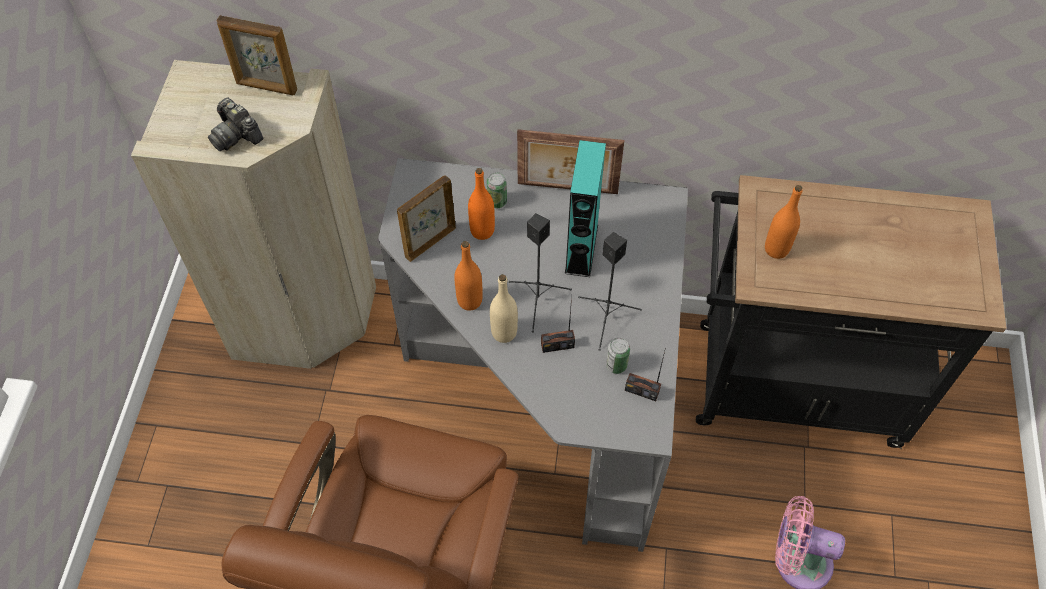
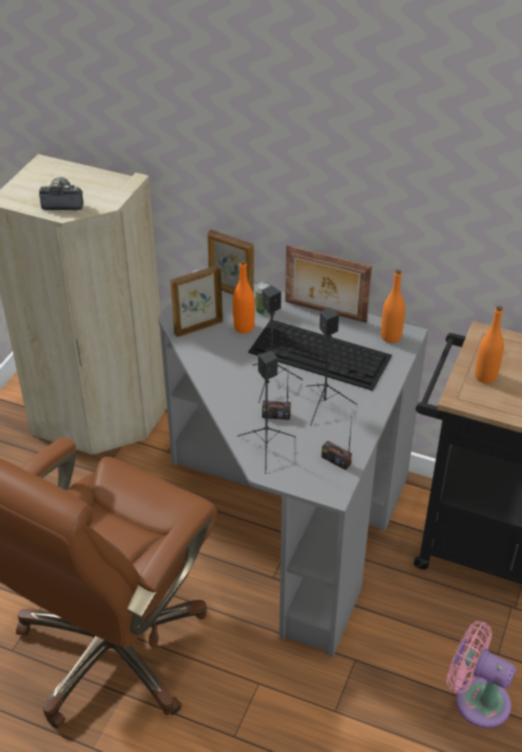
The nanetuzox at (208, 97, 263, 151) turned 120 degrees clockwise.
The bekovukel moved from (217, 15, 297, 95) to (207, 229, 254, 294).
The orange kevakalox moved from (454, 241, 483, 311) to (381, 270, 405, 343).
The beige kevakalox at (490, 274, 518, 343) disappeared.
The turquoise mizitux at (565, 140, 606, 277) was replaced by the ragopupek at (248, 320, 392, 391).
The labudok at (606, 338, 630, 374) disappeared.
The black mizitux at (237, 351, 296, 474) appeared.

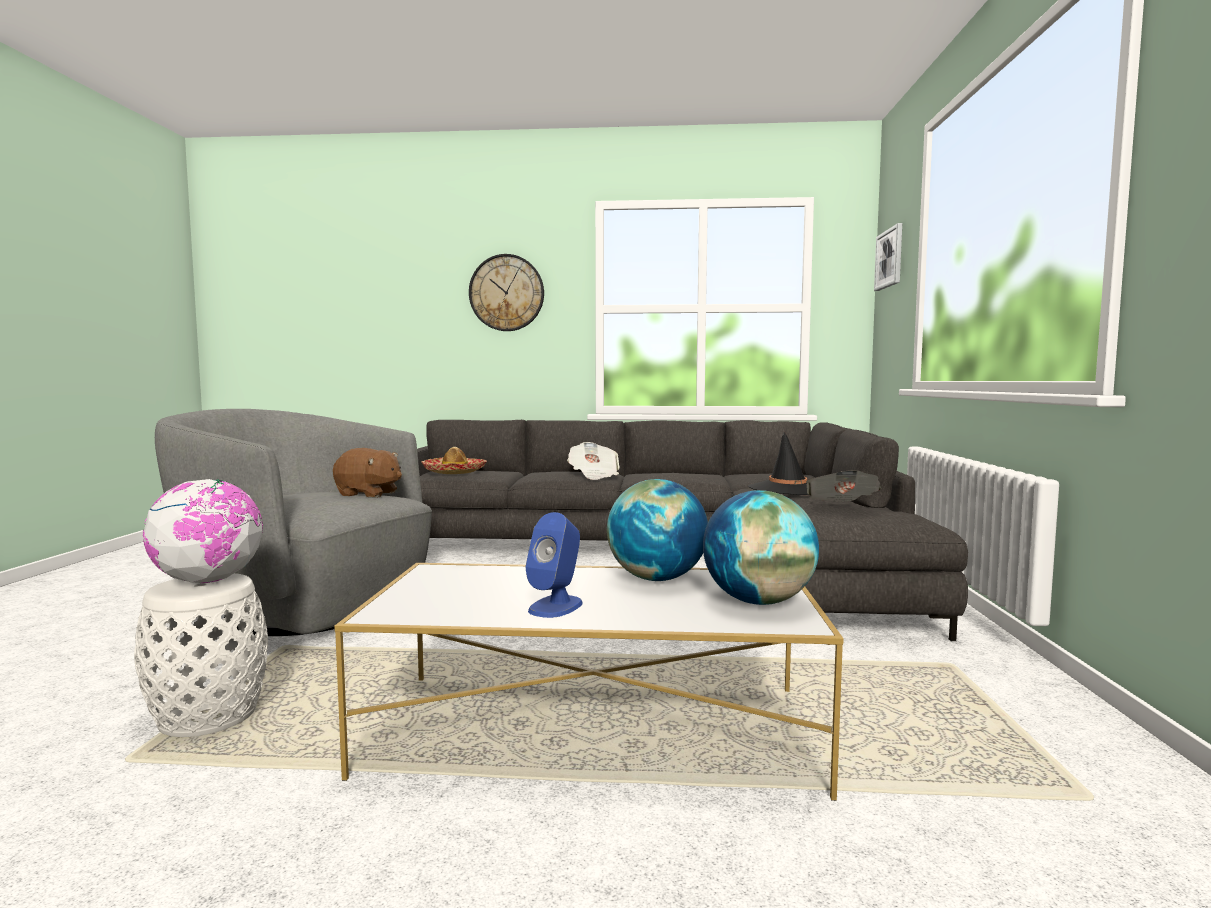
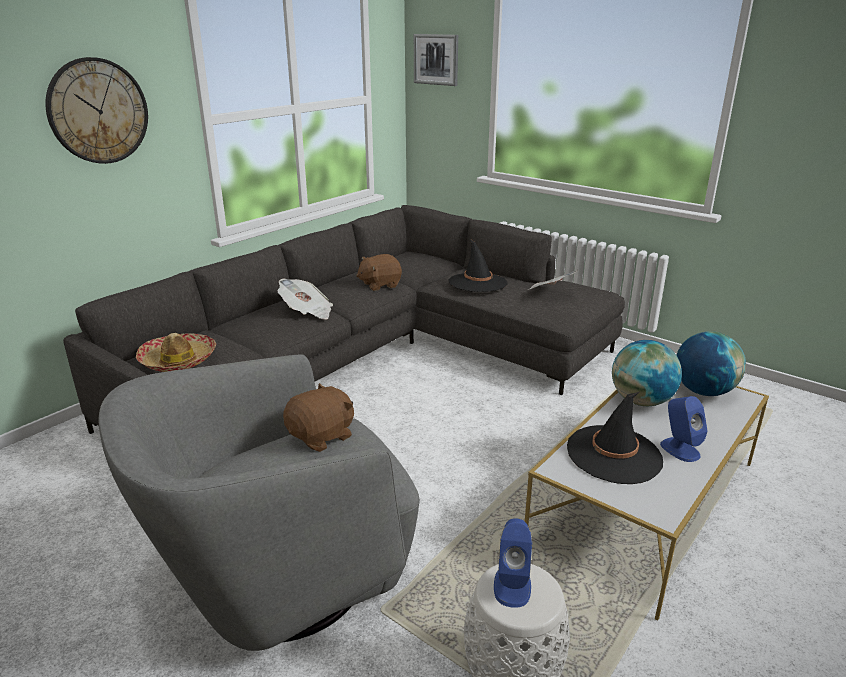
The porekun at (143, 479, 263, 583) was replaced by the blue mizitux at (494, 518, 532, 608).
The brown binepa at (356, 254, 402, 291) appeared.
The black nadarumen at (567, 392, 663, 484) appeared.

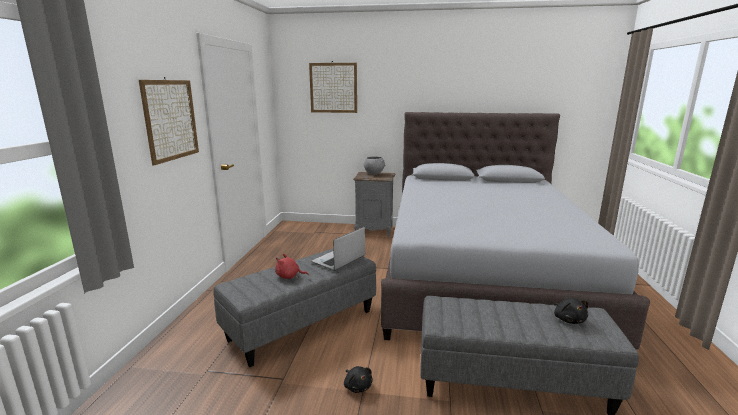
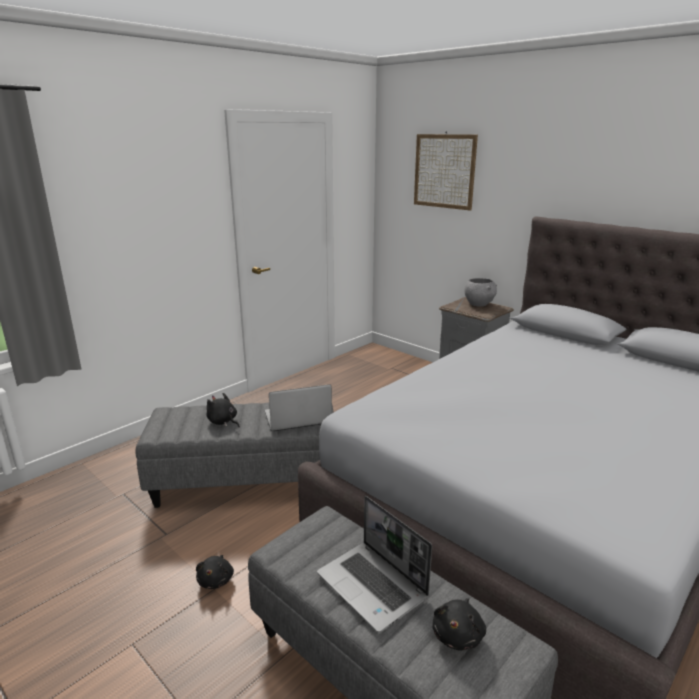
The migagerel at (139, 77, 199, 165) disappeared.
The red binepa at (275, 254, 309, 279) became the black binepa at (206, 393, 240, 427).
The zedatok at (317, 496, 432, 632) appeared.

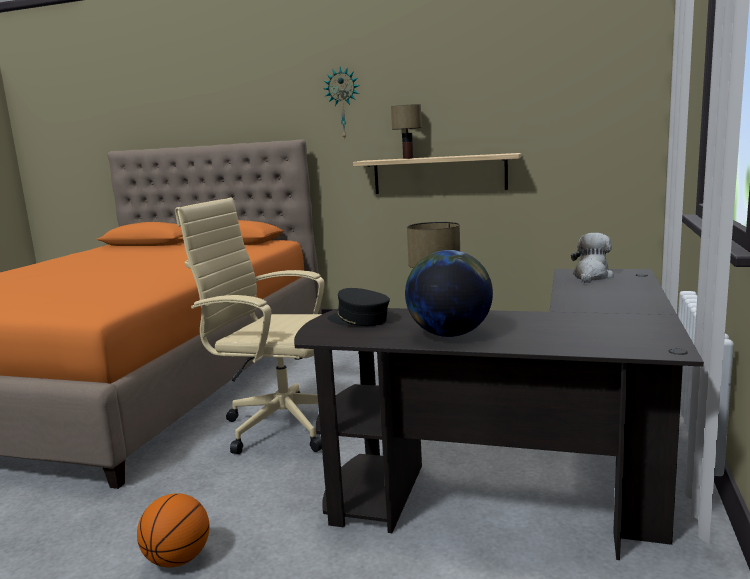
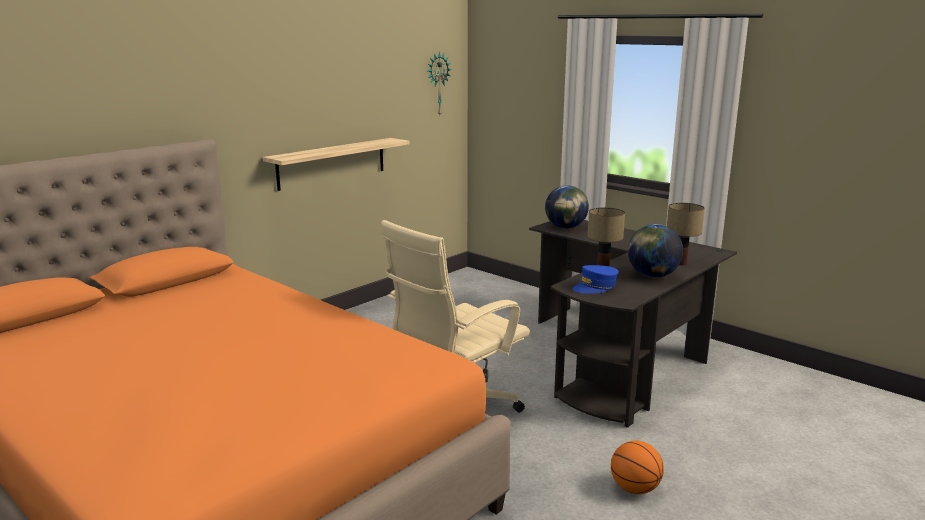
The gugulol moved from (324, 67, 360, 139) to (428, 52, 452, 115).
The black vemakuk at (327, 288, 390, 326) became the blue vemakuk at (572, 265, 619, 294).
The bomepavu moved from (391, 104, 422, 159) to (667, 203, 705, 265).
The binepa at (571, 233, 614, 283) was replaced by the porekun at (545, 185, 589, 229).

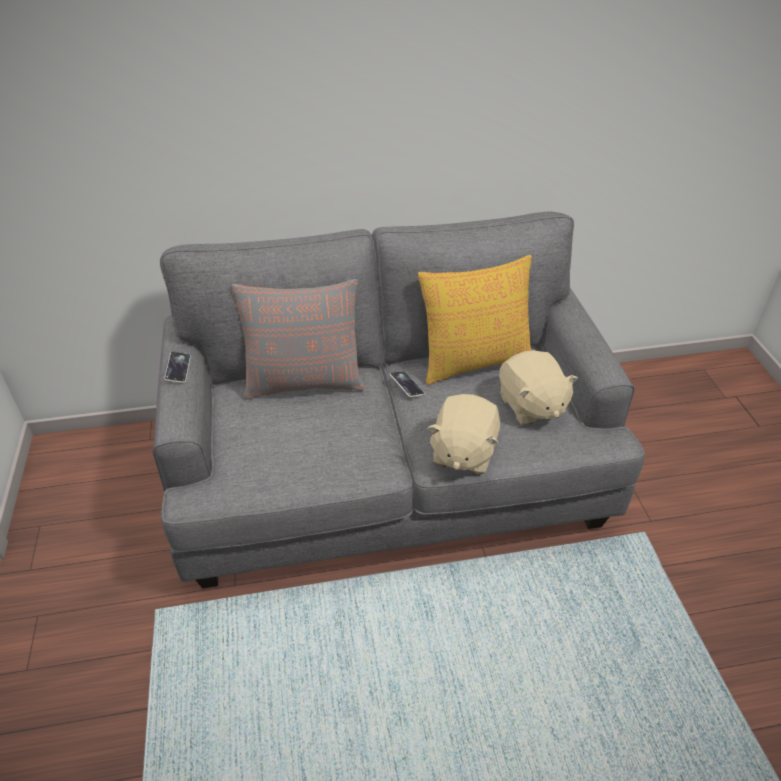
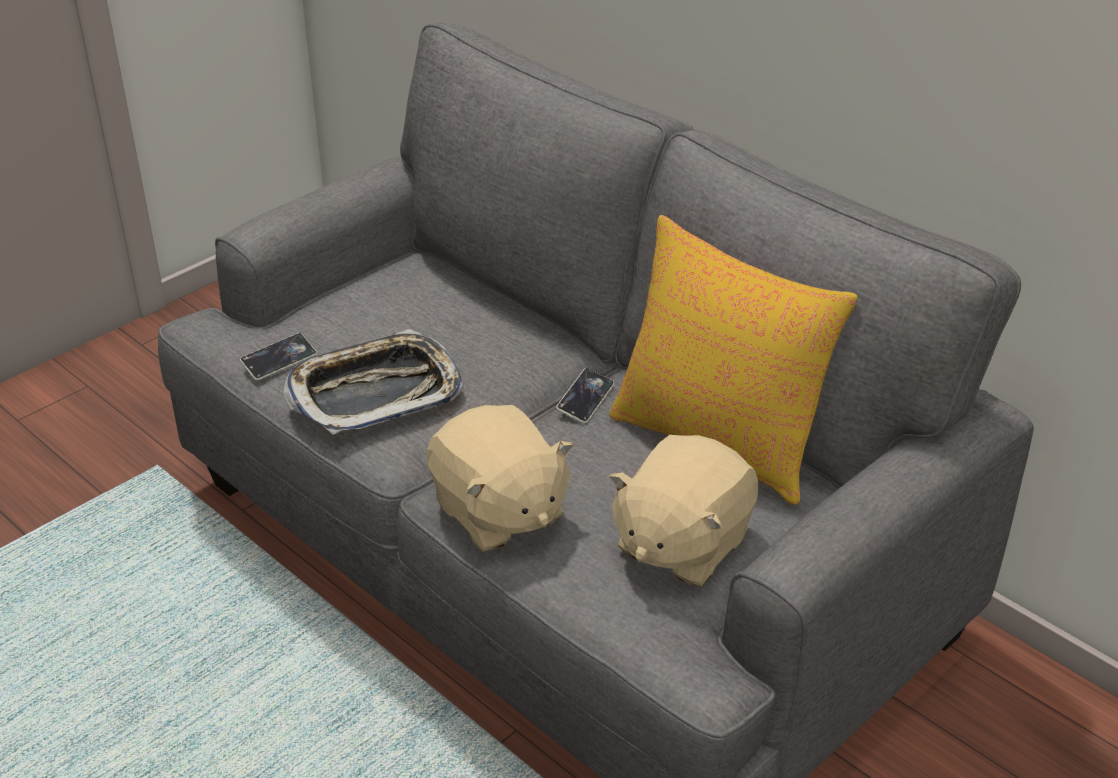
The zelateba moved from (164, 352, 191, 383) to (240, 333, 317, 381).
The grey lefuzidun at (231, 279, 365, 400) disappeared.
The beige binepa at (427, 394, 500, 474) turned 105 degrees counterclockwise.
The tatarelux at (283, 329, 464, 435) appeared.

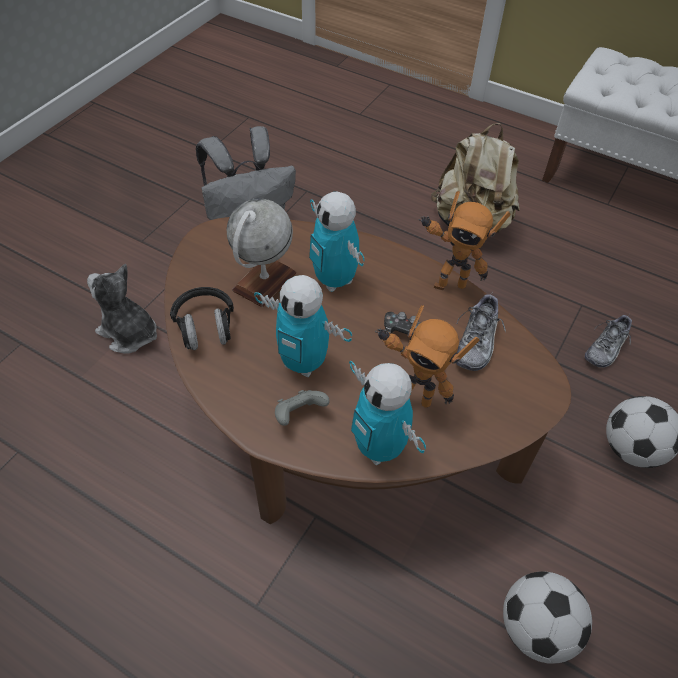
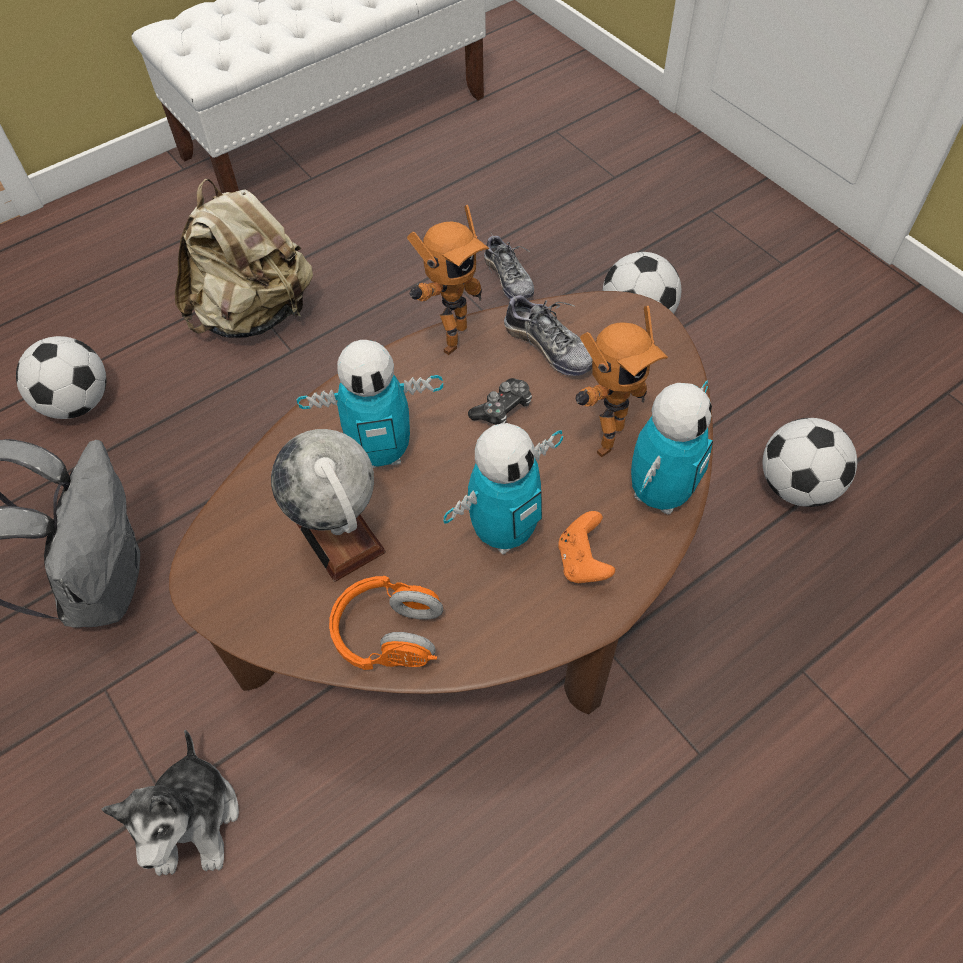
The binepa at (87, 264, 157, 353) turned 60 degrees counterclockwise.
The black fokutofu at (170, 287, 234, 350) became the orange fokutofu at (329, 575, 443, 670).
The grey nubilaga at (275, 390, 330, 426) became the orange nubilaga at (558, 511, 615, 583).
The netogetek at (349, 361, 426, 465) turned 45 degrees counterclockwise.
The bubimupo at (16, 336, 107, 419) appeared.

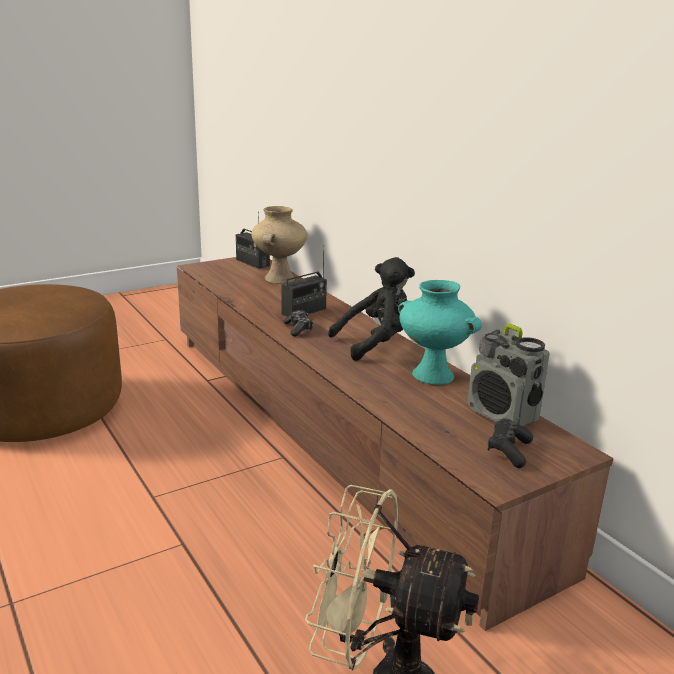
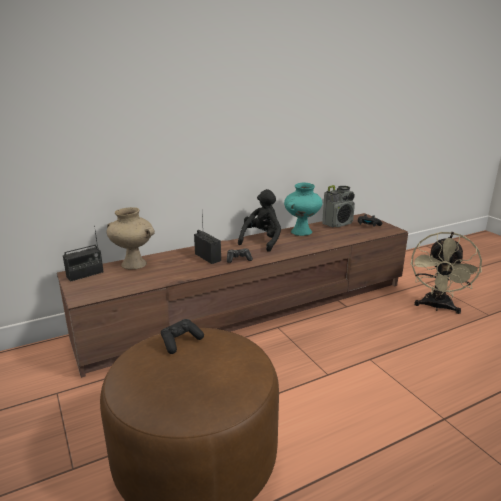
The black binepa at (328, 257, 415, 361) turned 45 degrees clockwise.
The black nubilaga at (161, 319, 204, 354) appeared.

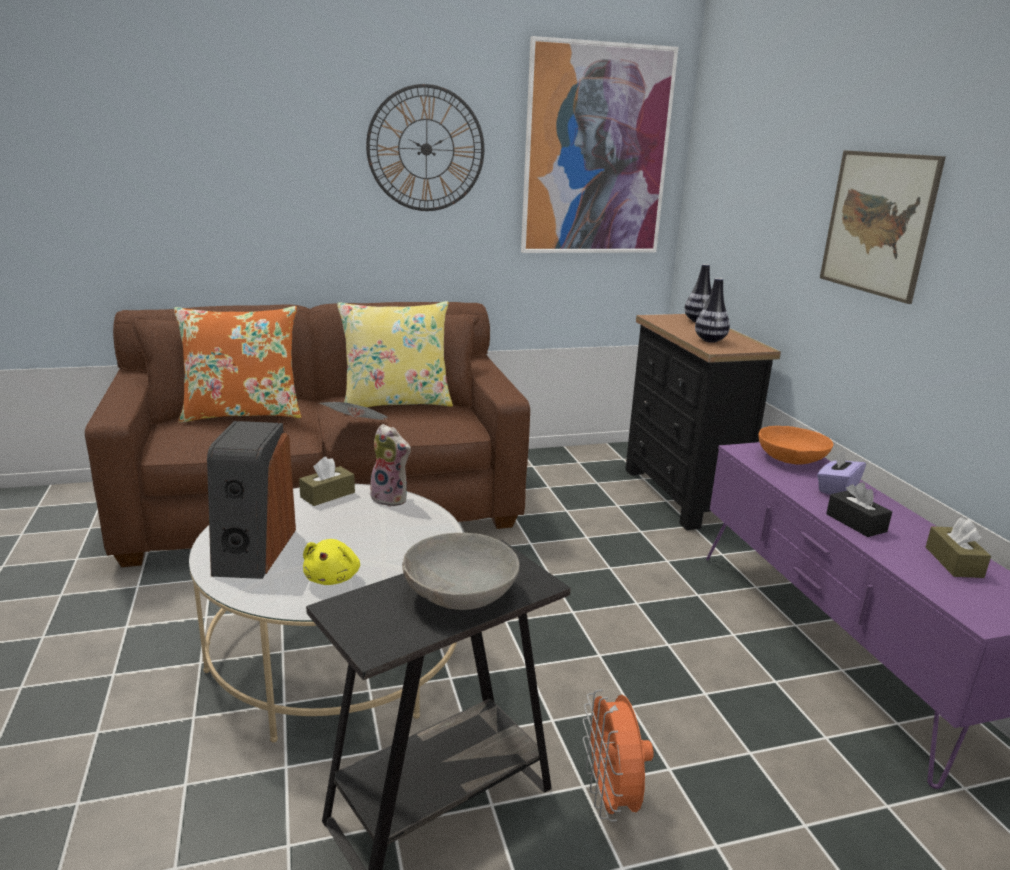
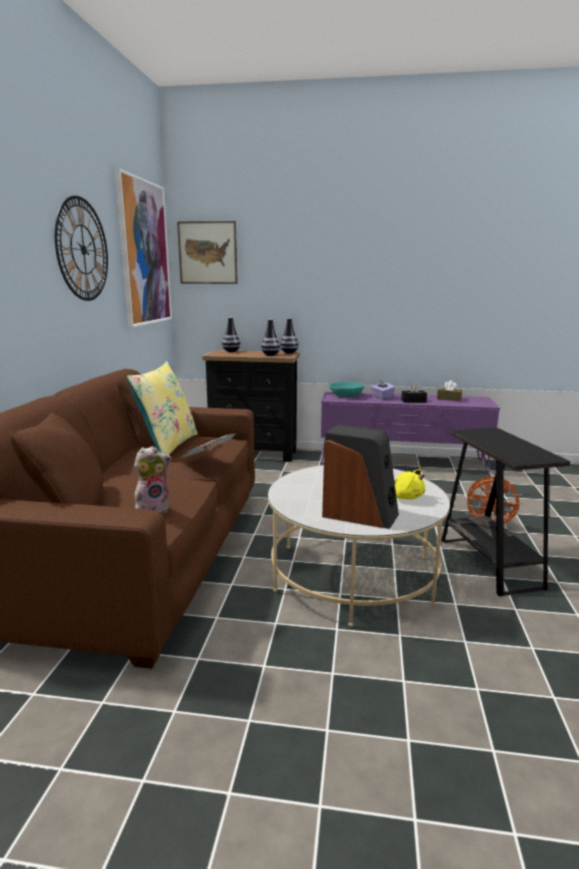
The orange lefuzidun at (174, 306, 302, 423) disappeared.
The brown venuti at (299, 457, 355, 506) disappeared.
The binepa moved from (370, 424, 411, 507) to (134, 446, 171, 513).
The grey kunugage at (402, 533, 519, 610) disappeared.
The orange kunugage at (759, 426, 833, 465) became the turquoise kunugage at (330, 382, 364, 397).
The migagerel moved from (820, 150, 946, 304) to (177, 221, 238, 284).
The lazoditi at (280, 318, 299, 354) appeared.

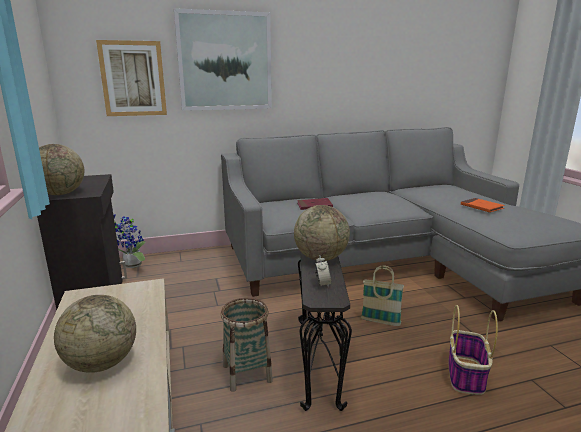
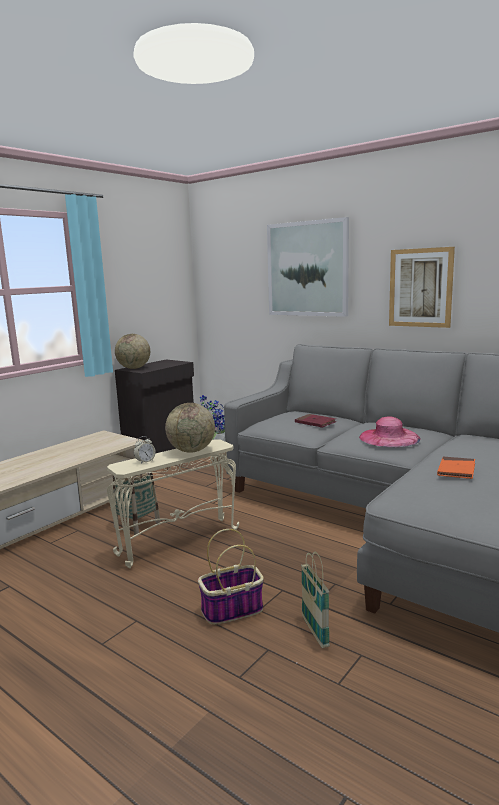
The porekun at (54, 295, 136, 373) disappeared.
The migagerel moved from (96, 40, 167, 116) to (389, 247, 455, 328).
The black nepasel at (298, 251, 352, 411) became the beige nepasel at (107, 439, 239, 568).
The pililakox moved from (361, 265, 404, 326) to (301, 552, 330, 648).
The pink nadarumen at (359, 416, 421, 447) appeared.

